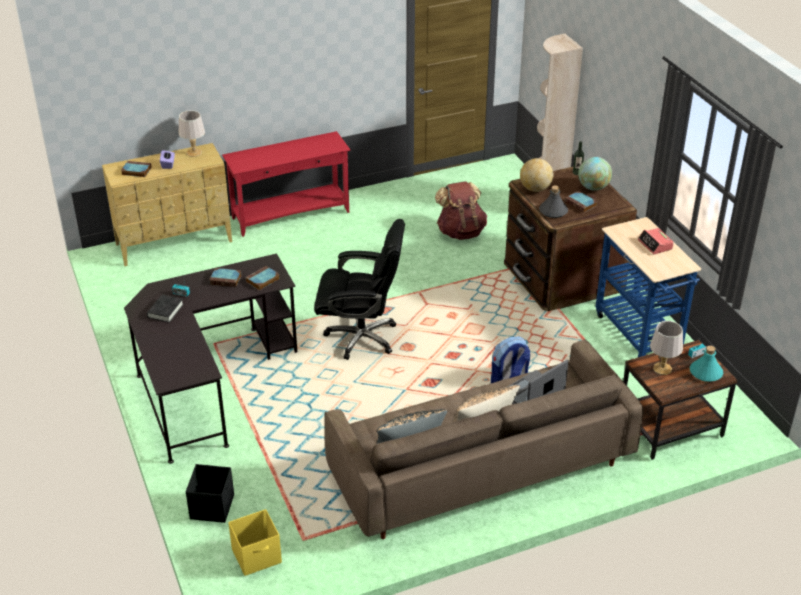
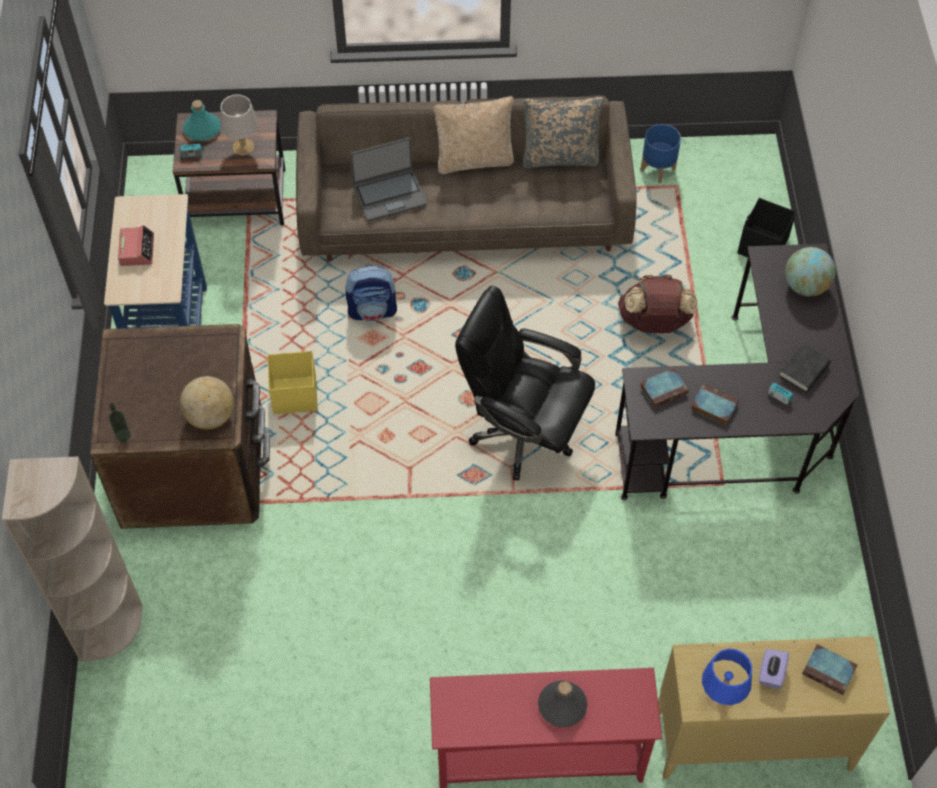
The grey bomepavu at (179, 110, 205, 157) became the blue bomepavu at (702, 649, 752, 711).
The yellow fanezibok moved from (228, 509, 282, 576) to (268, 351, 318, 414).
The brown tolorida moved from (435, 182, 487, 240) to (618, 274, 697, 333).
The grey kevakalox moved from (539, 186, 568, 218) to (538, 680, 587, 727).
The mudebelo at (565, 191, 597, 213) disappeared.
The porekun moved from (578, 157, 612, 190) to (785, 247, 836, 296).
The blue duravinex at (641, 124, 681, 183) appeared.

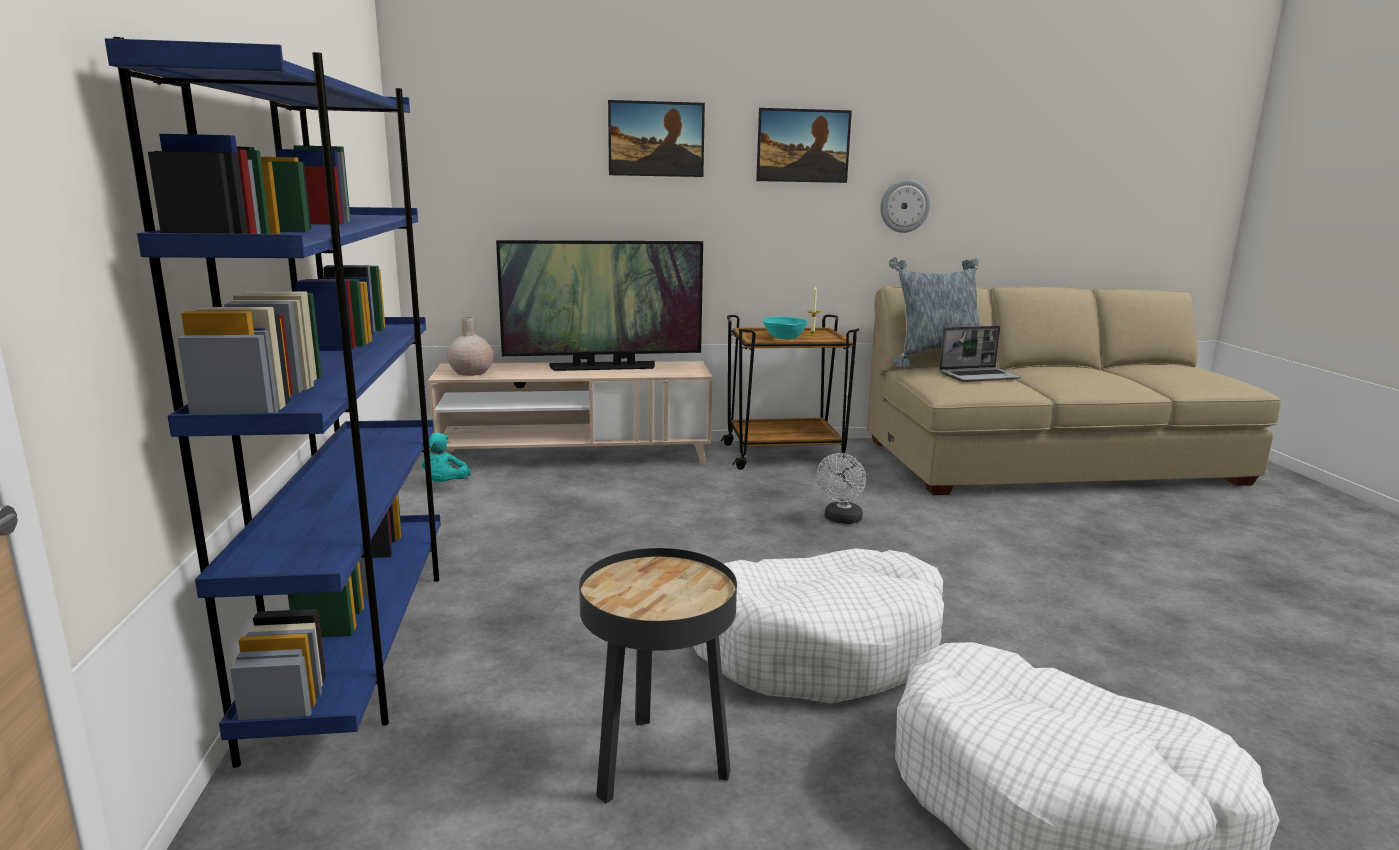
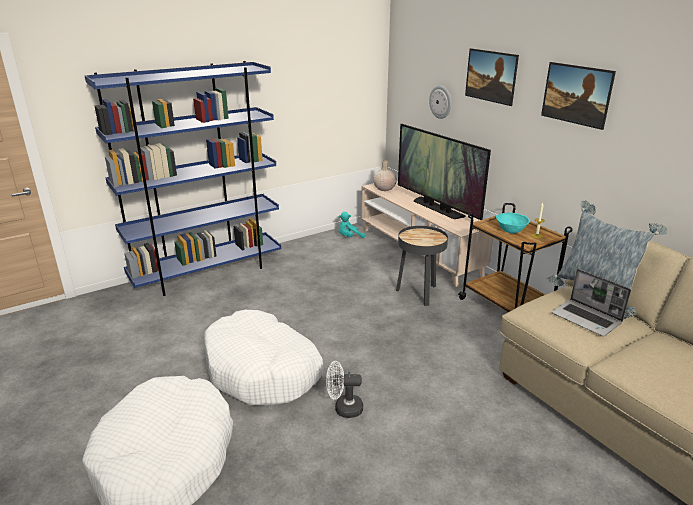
The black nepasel moved from (579, 548, 737, 803) to (396, 226, 448, 306).
The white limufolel moved from (816, 453, 866, 524) to (326, 361, 363, 418).
The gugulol moved from (880, 179, 930, 233) to (429, 85, 451, 119).

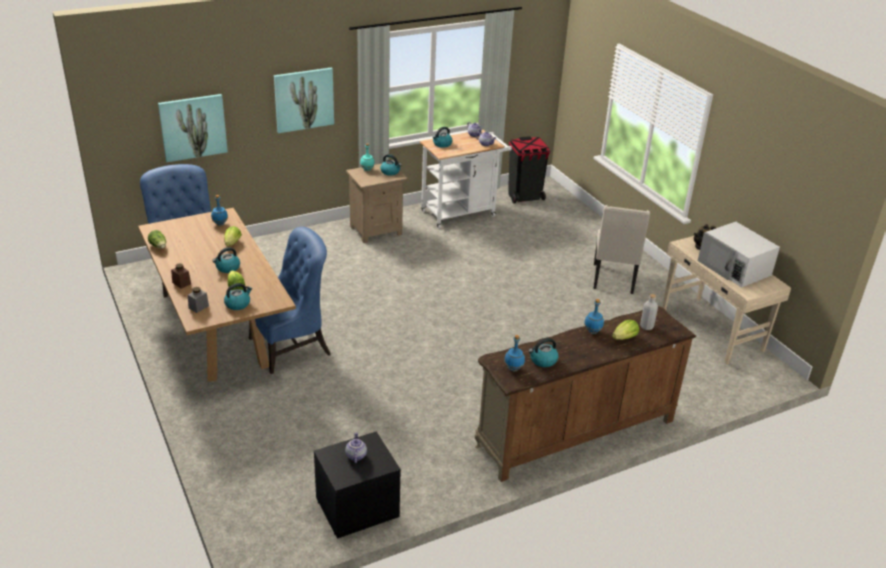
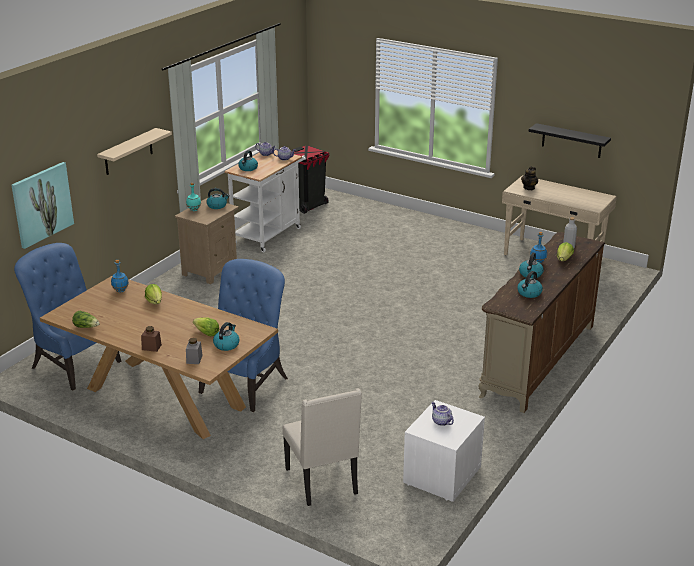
The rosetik moved from (212, 247, 240, 273) to (519, 253, 544, 278).
The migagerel at (274, 68, 334, 133) was replaced by the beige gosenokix at (97, 128, 172, 175).
The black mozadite at (314, 431, 401, 539) became the white mozadite at (403, 400, 485, 502).
The blue kevakalox at (504, 335, 525, 371) disappeared.
The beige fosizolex moved from (593, 205, 650, 294) to (282, 388, 362, 506).
The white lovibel at (698, 222, 780, 288) disappeared.
The black gosenokix at (528, 123, 611, 158) appeared.

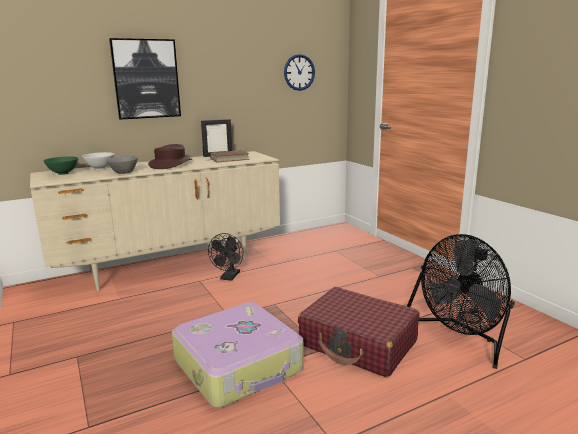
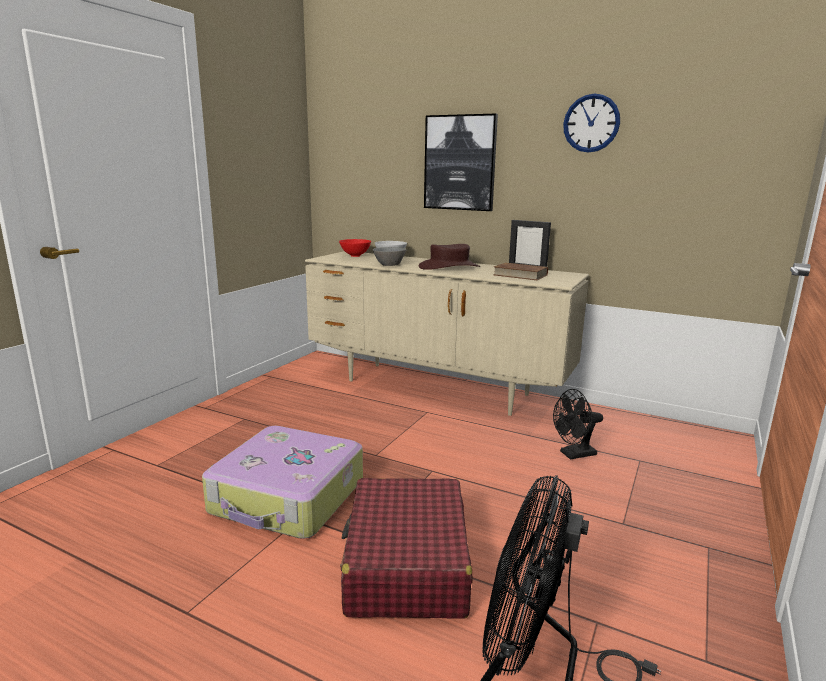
The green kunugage at (44, 157, 78, 175) became the red kunugage at (339, 239, 371, 257).
The black limufolel moved from (208, 233, 243, 281) to (553, 389, 603, 460).
The gugulol moved from (284, 54, 315, 91) to (563, 93, 620, 153).

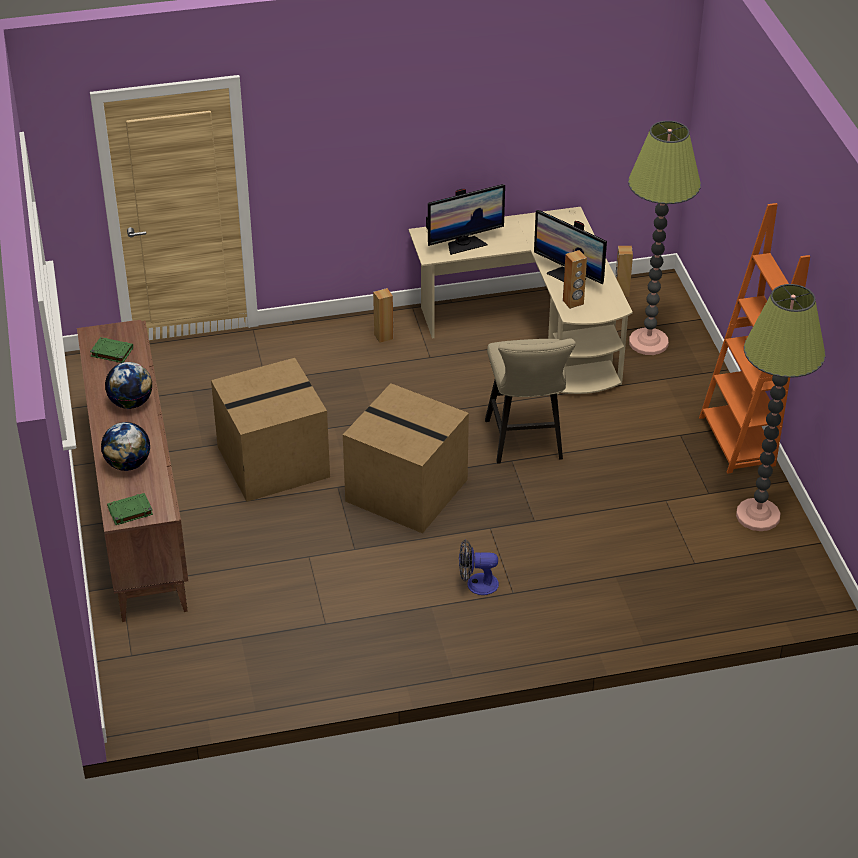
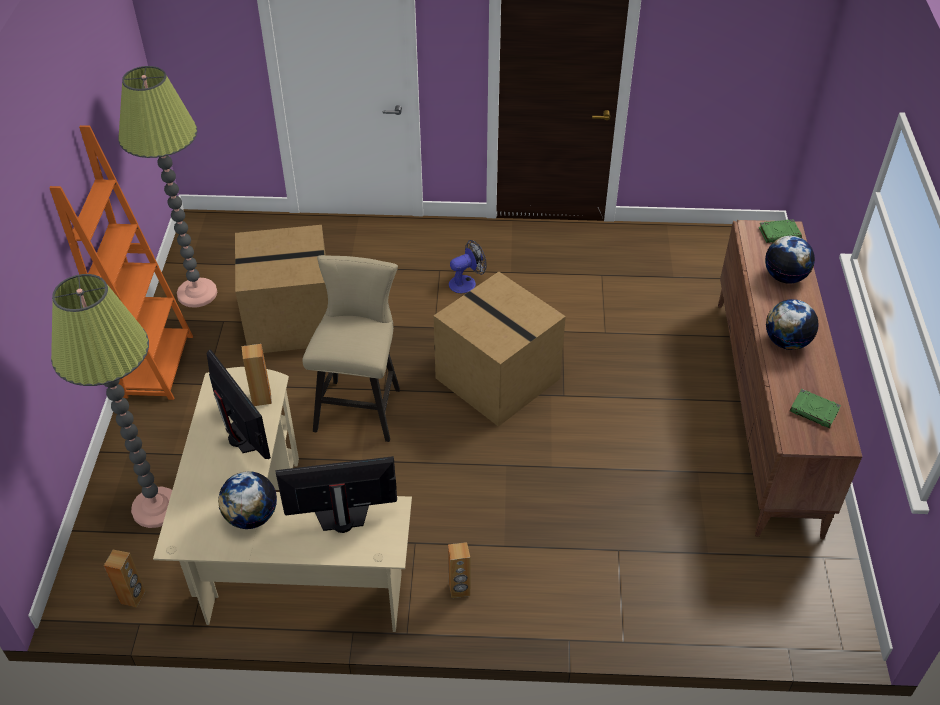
The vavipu moved from (211, 358, 330, 502) to (235, 225, 328, 353).
The limufolel at (459, 539, 499, 595) turned 45 degrees counterclockwise.
The porekun at (218, 471, 277, 529) appeared.

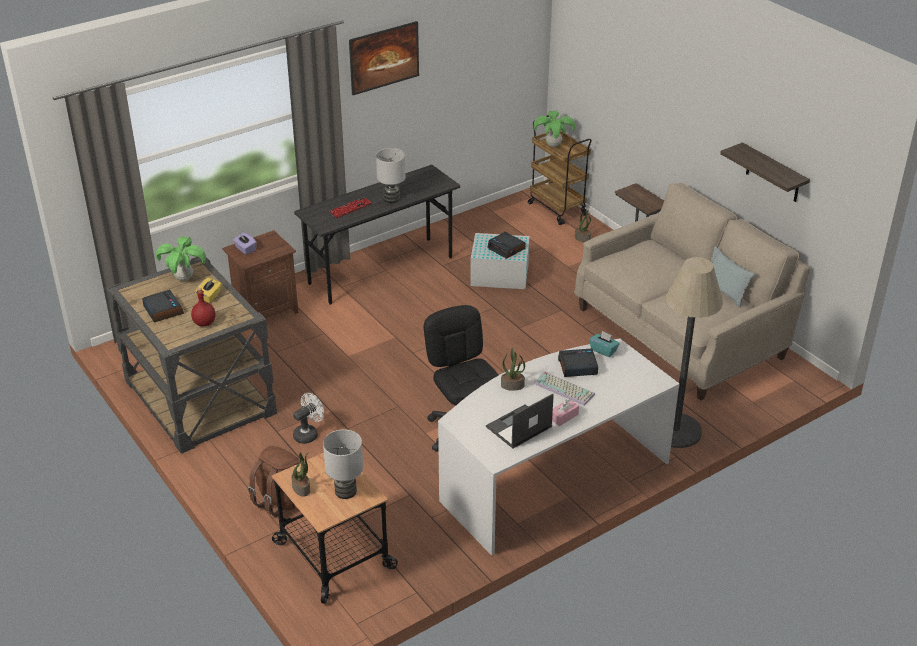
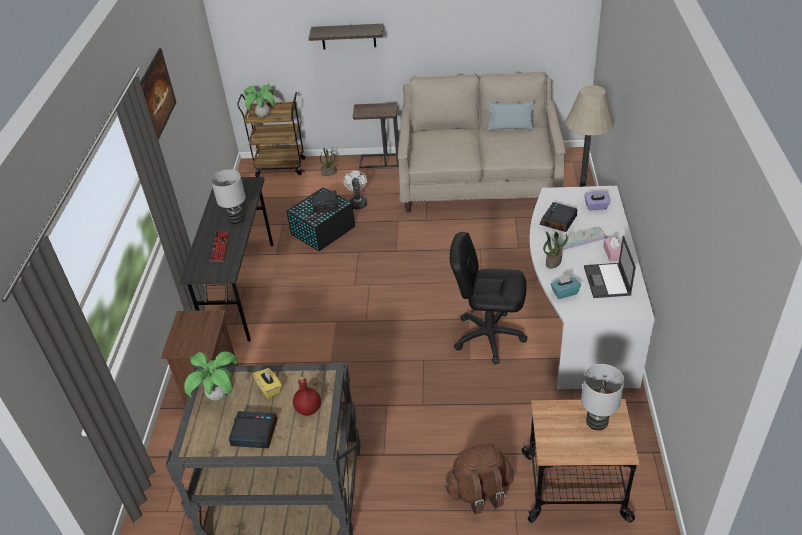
The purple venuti moved from (233, 232, 257, 255) to (585, 191, 610, 210).
The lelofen at (291, 452, 310, 496) disappeared.
The white limufolel moved from (293, 393, 324, 444) to (344, 170, 367, 209).
The white fanezibok at (470, 233, 530, 289) became the black fanezibok at (286, 187, 355, 251).
The turquoise venuti moved from (589, 331, 620, 357) to (551, 275, 581, 299).
The gosenokix moved from (720, 142, 810, 202) to (309, 24, 384, 49).

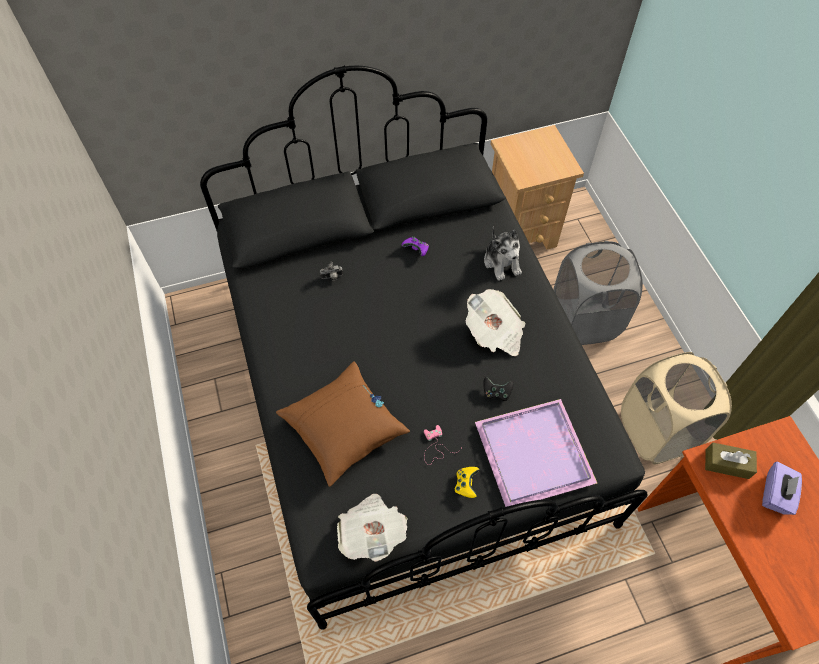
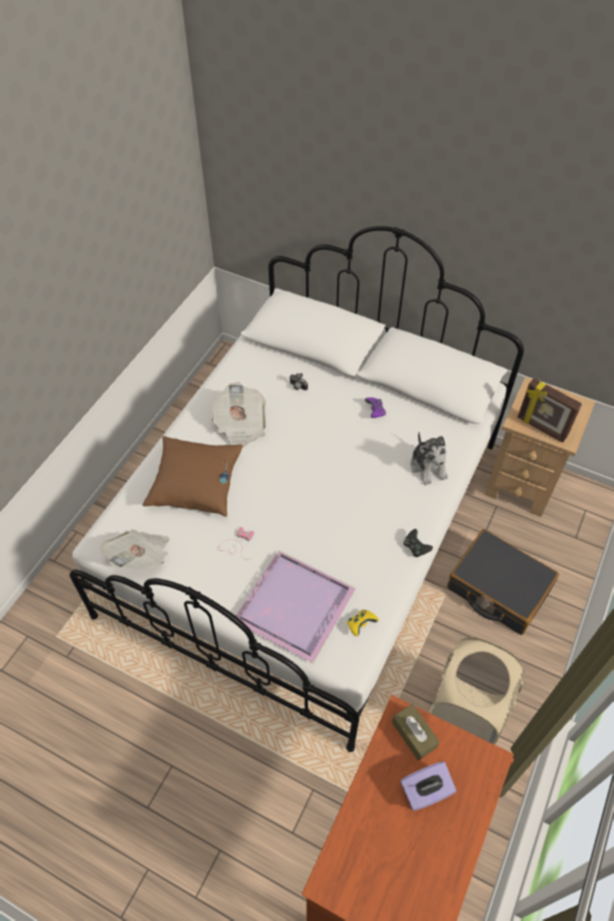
The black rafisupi at (200, 65, 648, 630) became the white rafisupi at (70, 226, 524, 752).
The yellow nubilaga moved from (455, 467, 479, 498) to (347, 610, 379, 636).
The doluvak moved from (465, 289, 525, 356) to (211, 382, 267, 448).
The black nubilaga moved from (483, 377, 513, 401) to (403, 529, 433, 557).
The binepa at (484, 227, 522, 281) turned 45 degrees counterclockwise.
The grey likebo at (553, 241, 643, 345) was replaced by the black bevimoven at (447, 529, 559, 635).
The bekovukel at (518, 378, 582, 443) appeared.

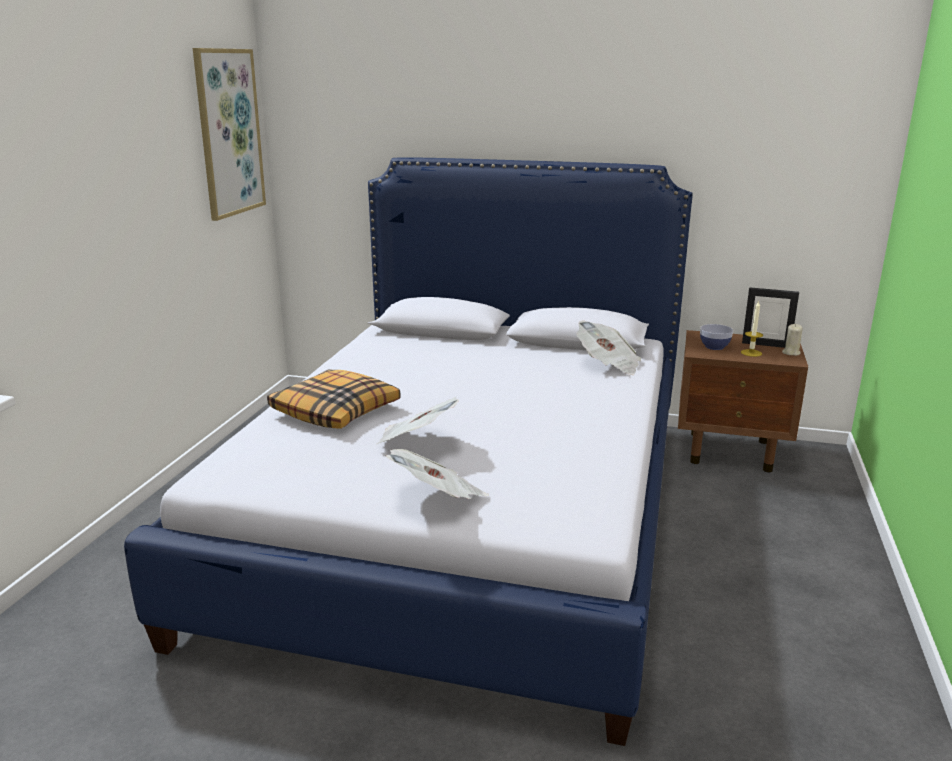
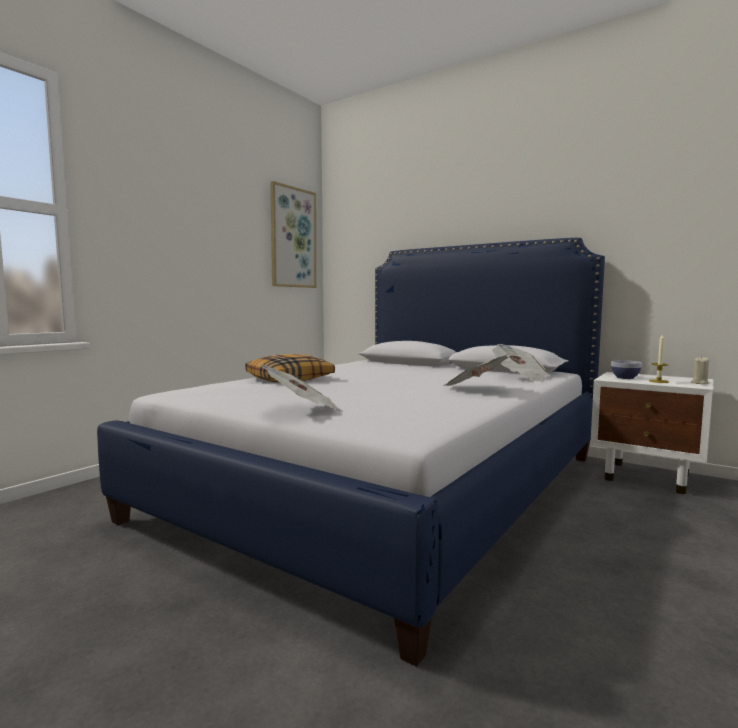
The doluvak moved from (377, 397, 459, 444) to (444, 354, 508, 386).
The brown mozadite at (678, 330, 808, 472) became the white mozadite at (590, 372, 713, 494).
The bekovukel at (742, 287, 799, 348) disappeared.

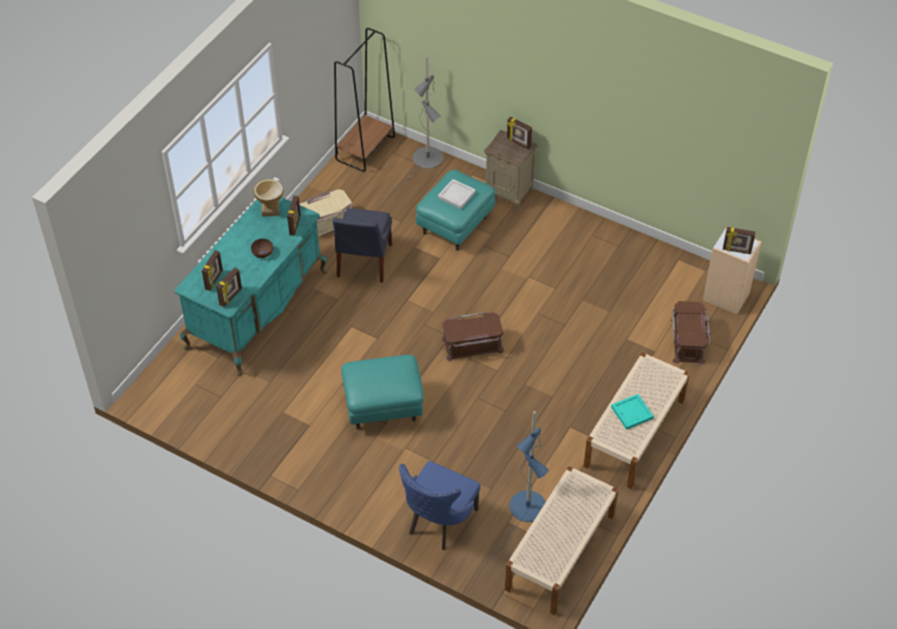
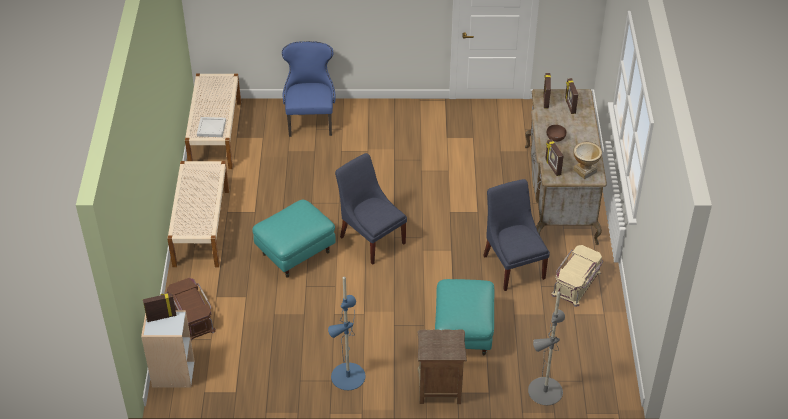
The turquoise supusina at (175, 197, 328, 377) became the beige supusina at (525, 89, 607, 245).
The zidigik at (334, 28, 395, 172) disappeared.
The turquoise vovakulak moved from (341, 355, 424, 429) to (252, 200, 336, 278).
The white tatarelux moved from (438, 179, 476, 209) to (197, 117, 226, 137).
The brown fanezibok at (441, 312, 504, 361) was replaced by the blue fosizolex at (335, 153, 407, 265).
The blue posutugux moved from (478, 411, 549, 574) to (328, 277, 366, 390).
The bekovukel at (507, 116, 532, 149) disappeared.
The turquoise tatarelux at (611, 394, 654, 430) disappeared.

